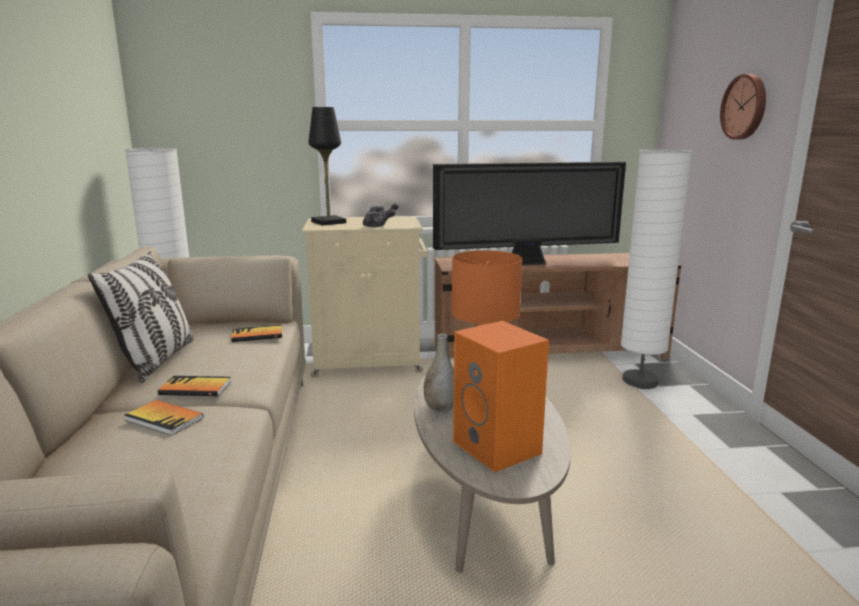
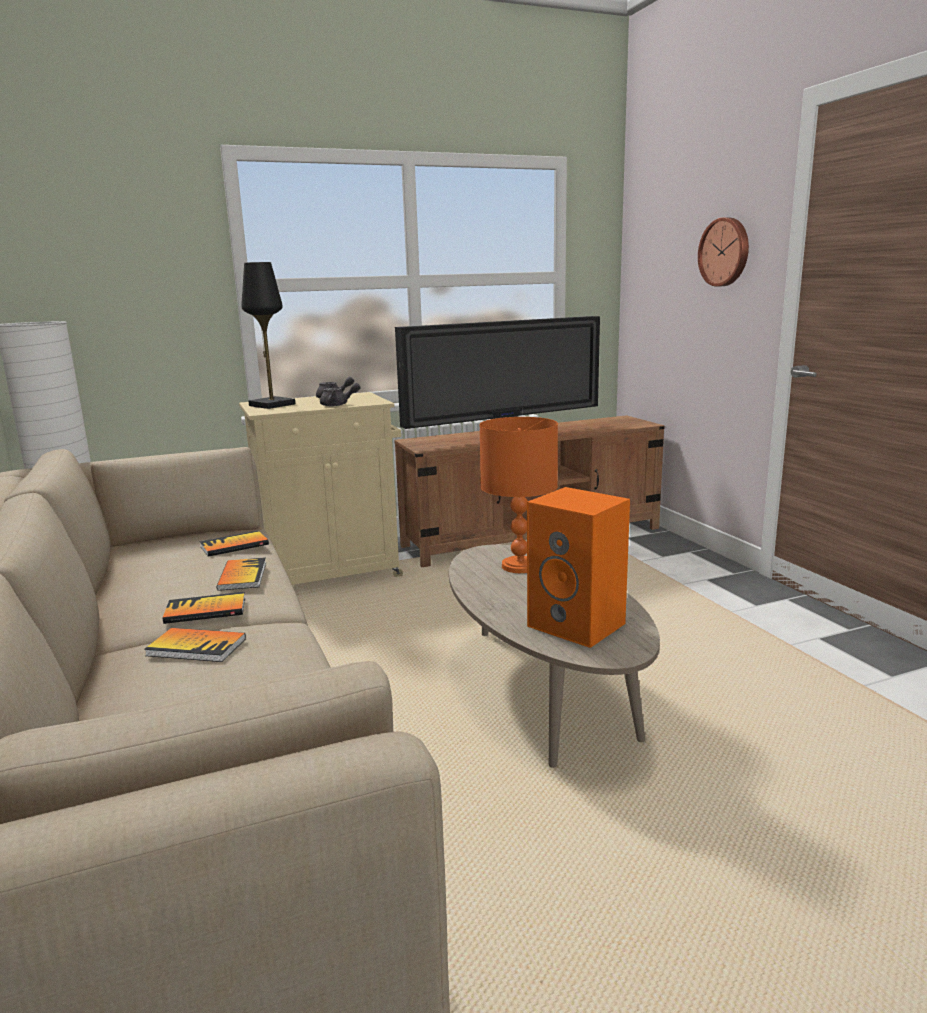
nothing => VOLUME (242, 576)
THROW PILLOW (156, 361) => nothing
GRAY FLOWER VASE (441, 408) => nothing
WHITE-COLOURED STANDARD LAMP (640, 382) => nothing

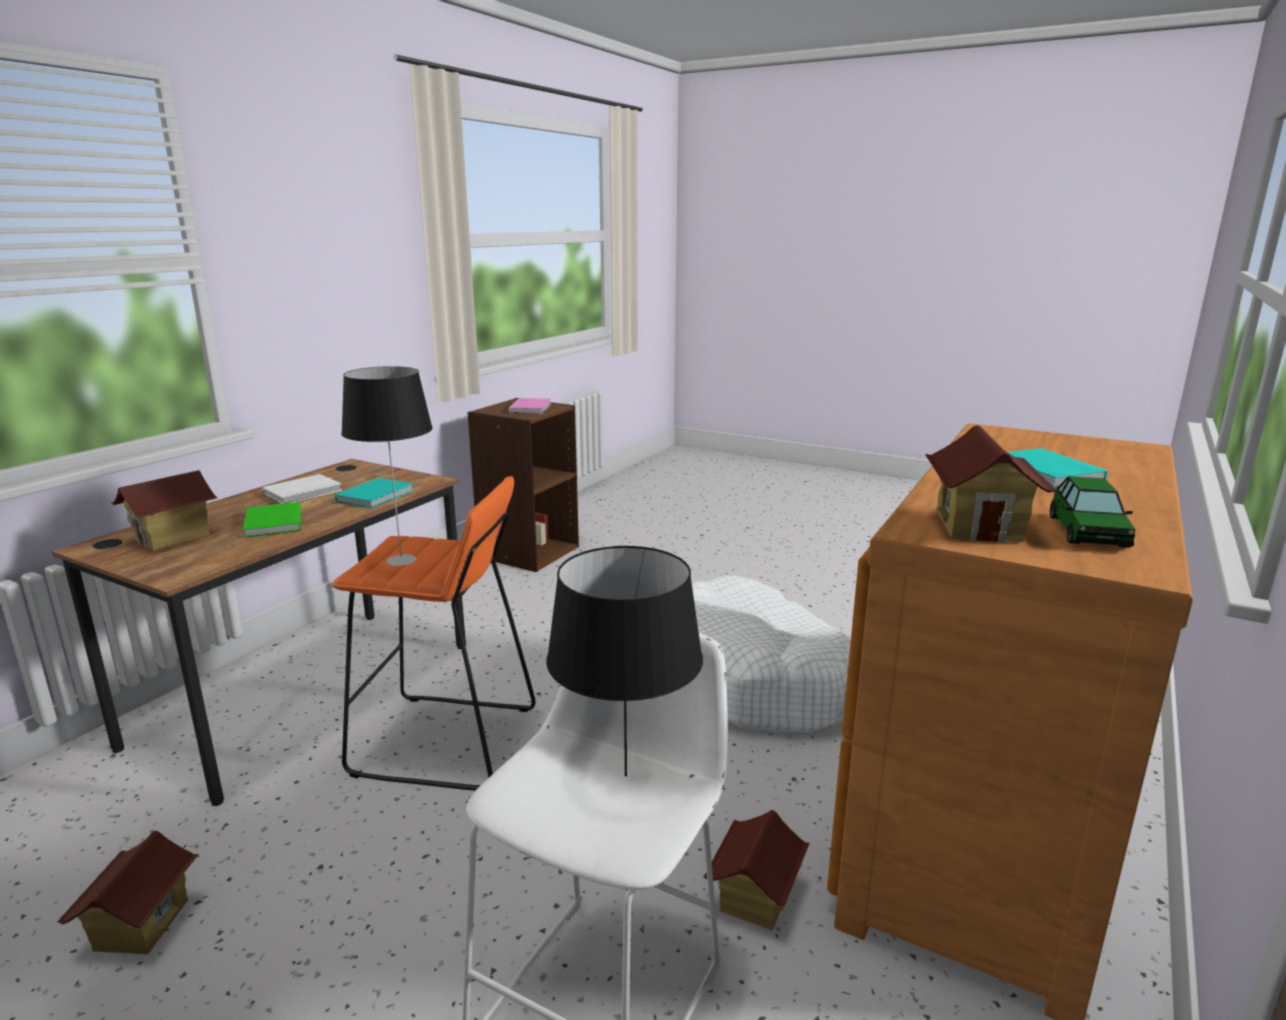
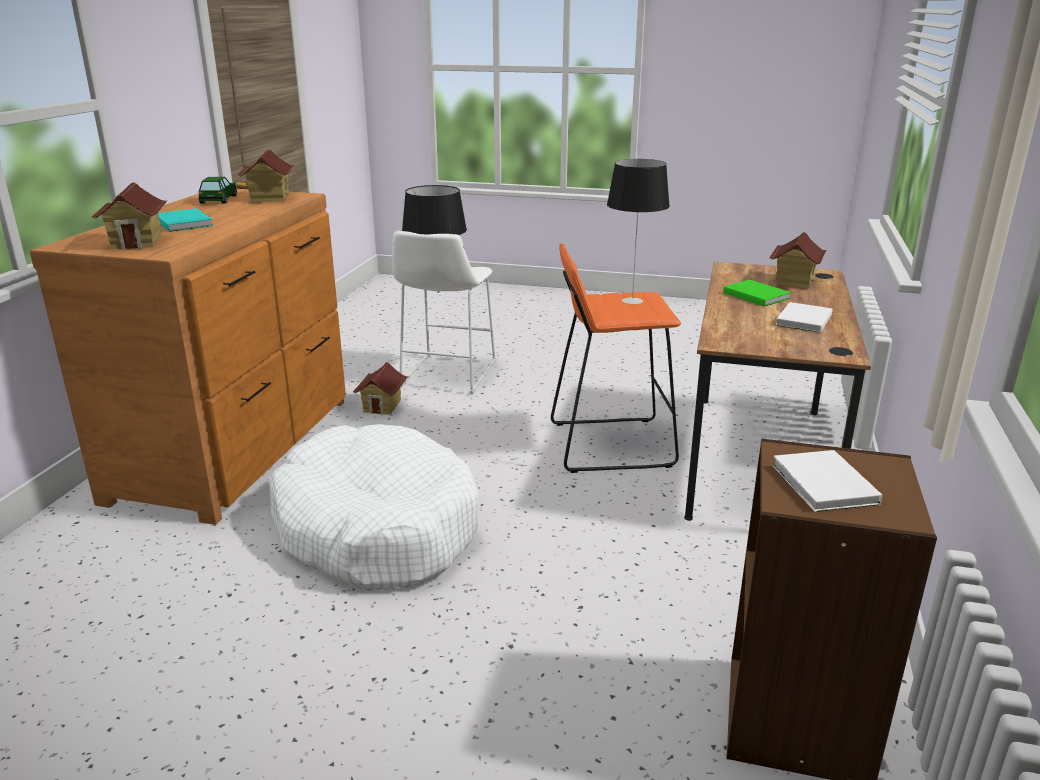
MINIATURE HOUSE (141, 925) => MINIATURE HOUSE (137, 242), move
PINK-COLOURED VOLUME (531, 408) => WHITE-COLOURED VOLUME (824, 486)
BLUE-GREEN VOLUME (377, 496) => nothing

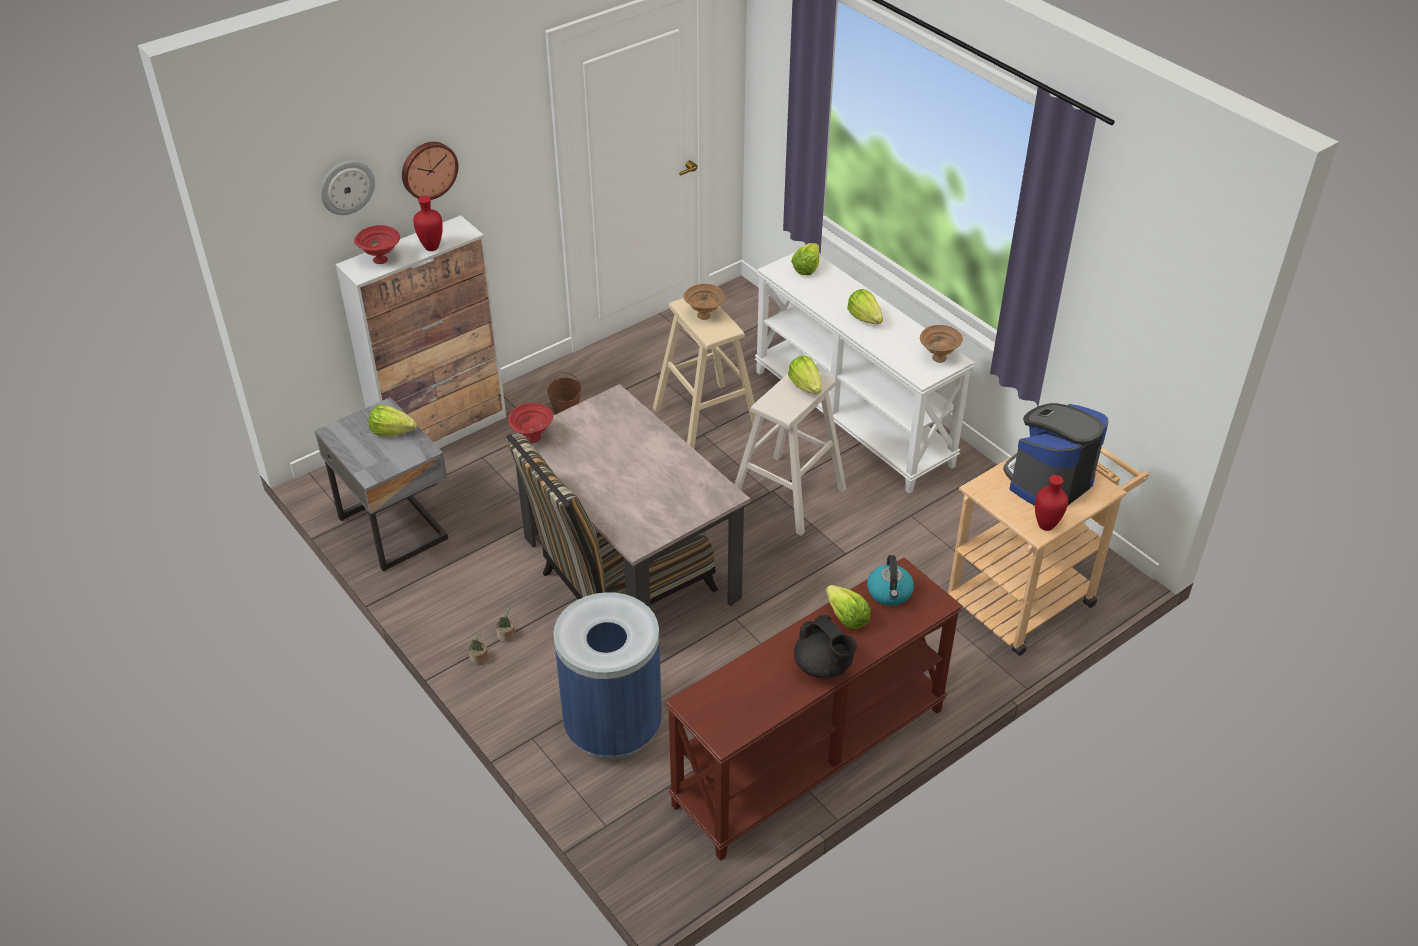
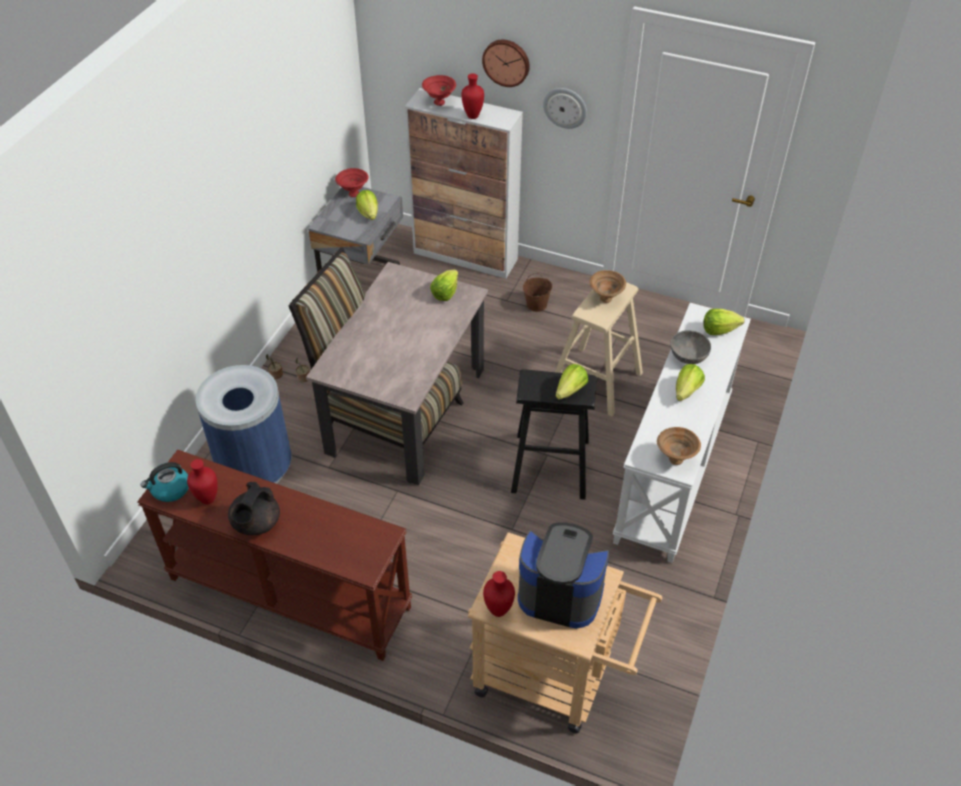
WATER KETTLE (889, 593) => WATER KETTLE (170, 489), move
nothing => REDDISH FLOWER VASE (208, 500)
REDDISH SERVING BOWL (533, 439) => REDDISH SERVING BOWL (353, 194), move
LETTUCE HEAD (846, 617) => LETTUCE HEAD (445, 293), move
BEIGE-COLOURED STOOL SEAT (788, 494) => BLACK-COLOURED STOOL SEAT (550, 466)
WALL CLOCK (347, 187) => WALL CLOCK (565, 107), move
nothing => GRAY SERVING BOWL (688, 356)

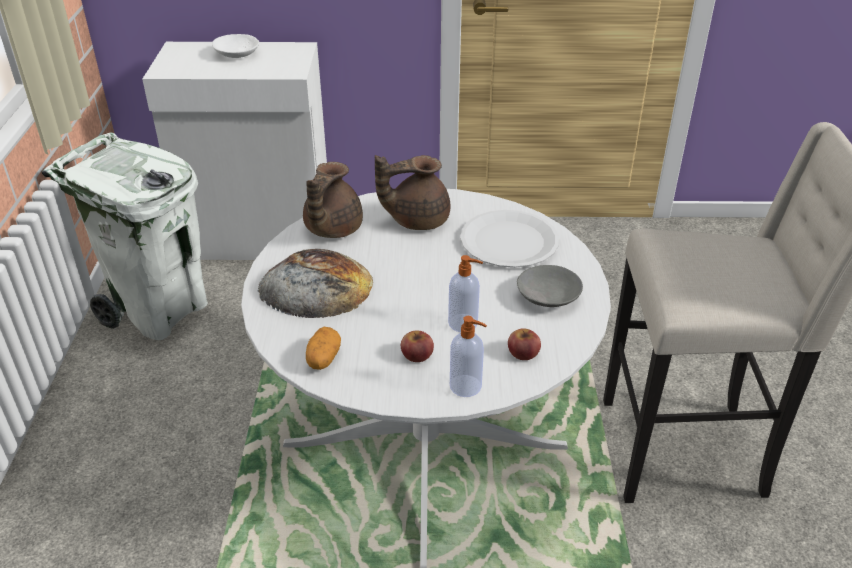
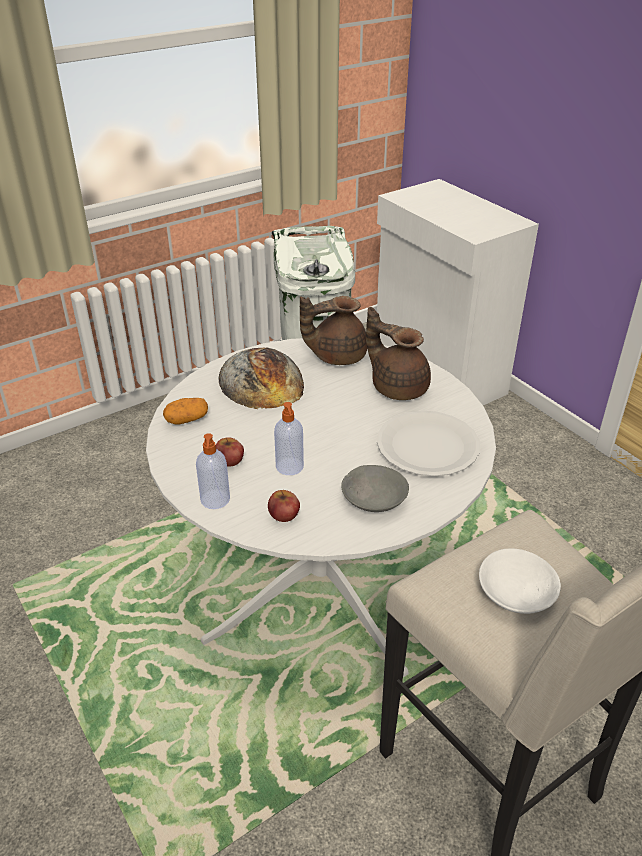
WHITE-COLOURED SERVING BOWL (237, 54) => WHITE-COLOURED SERVING BOWL (517, 593), move

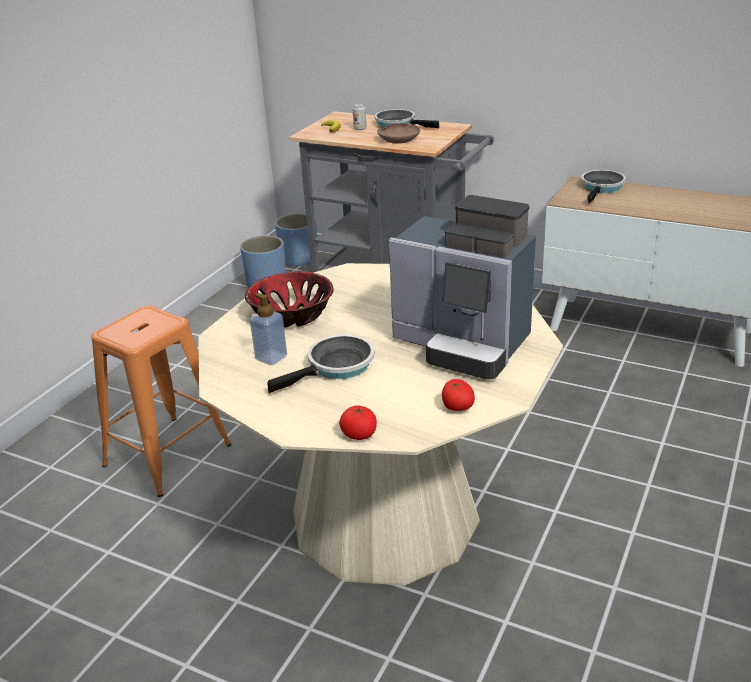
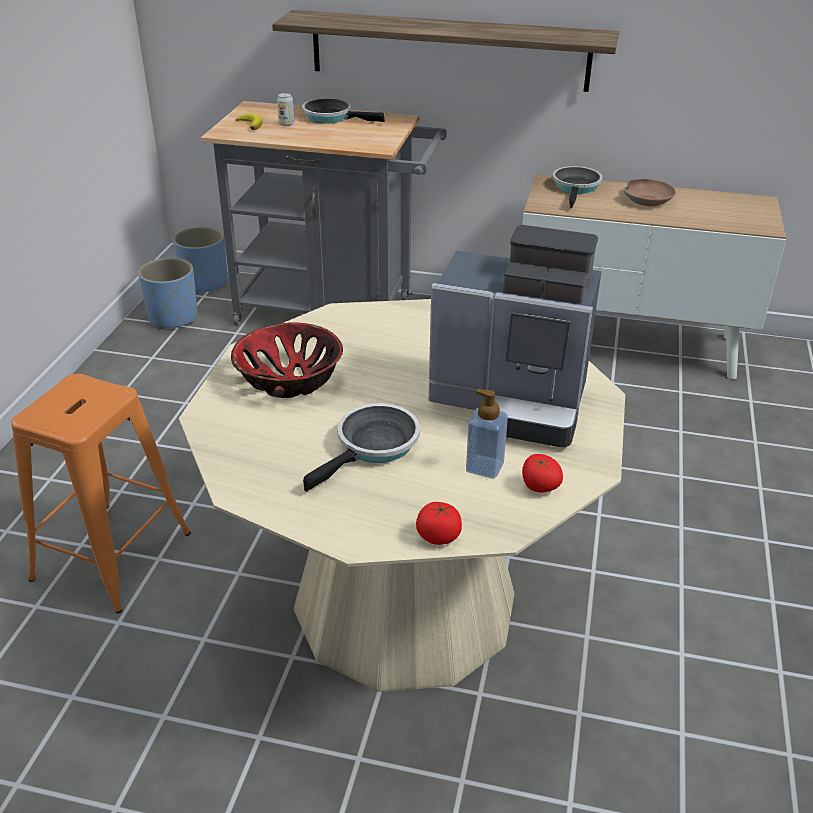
nothing => SHELF (449, 50)
SOAP BOTTLE (271, 357) => SOAP BOTTLE (484, 467), move
BROWNISH SERVING BOWL (399, 139) => BROWNISH SERVING BOWL (648, 200), move

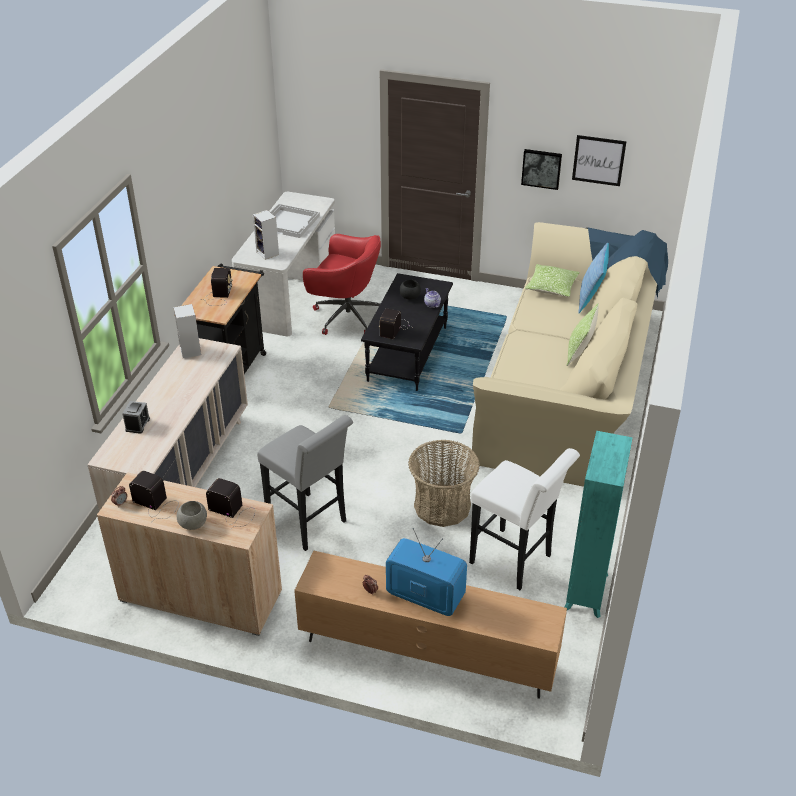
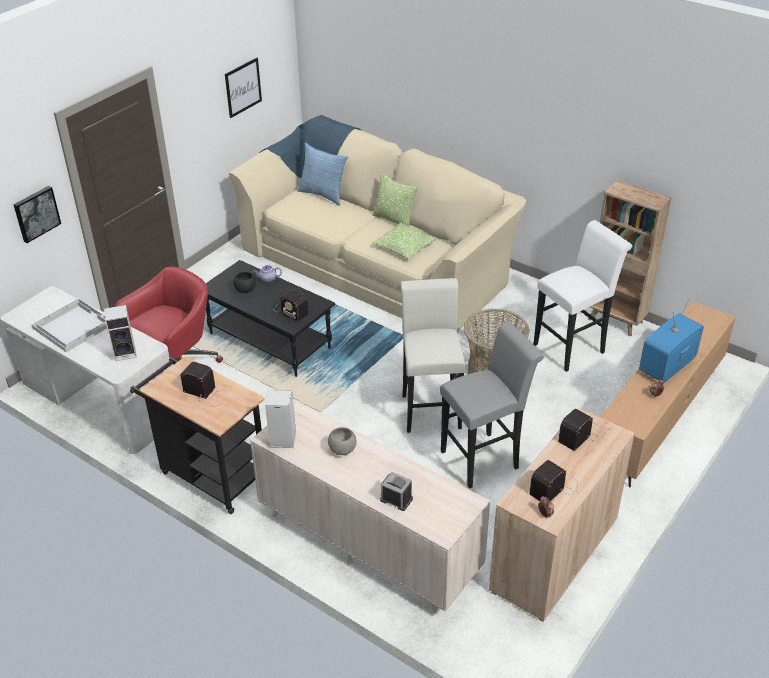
PICTURE (541, 168) => PICTURE (36, 213), move
GRAY SERVING BOWL (193, 524) => GRAY SERVING BOWL (342, 449), move
THROW PILLOW (551, 287) => THROW PILLOW (405, 247), move
nothing => WHITE-COLOURED STOOL SEAT (430, 408)
BLUE-GREEN SHELVING UNIT (585, 593) => BROWNISH SHELVING UNIT (616, 321)

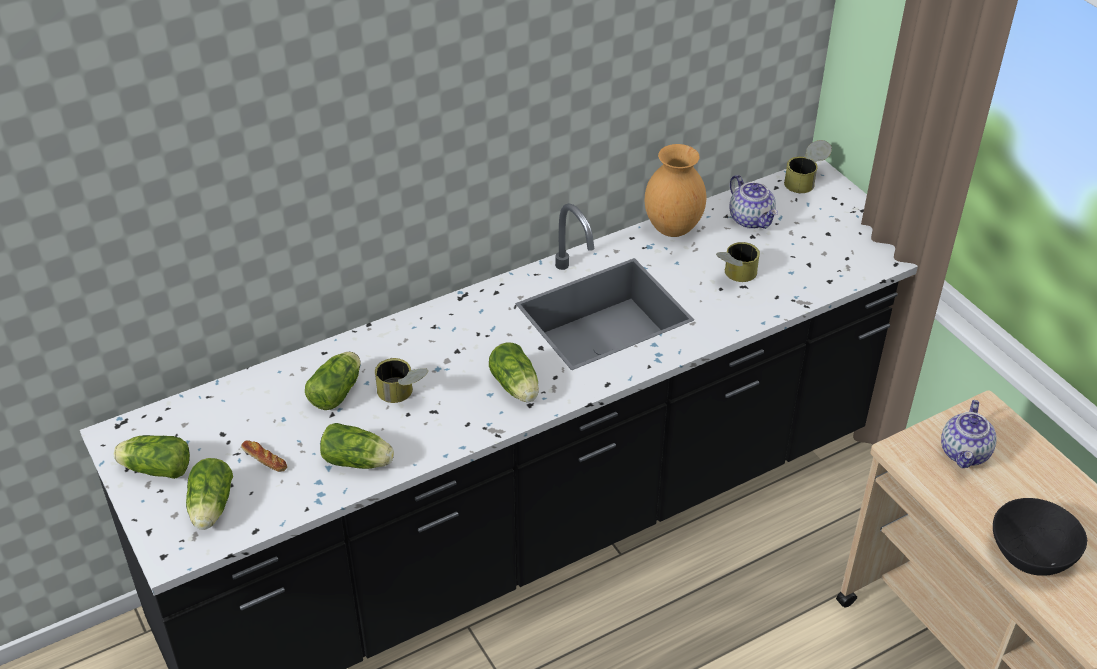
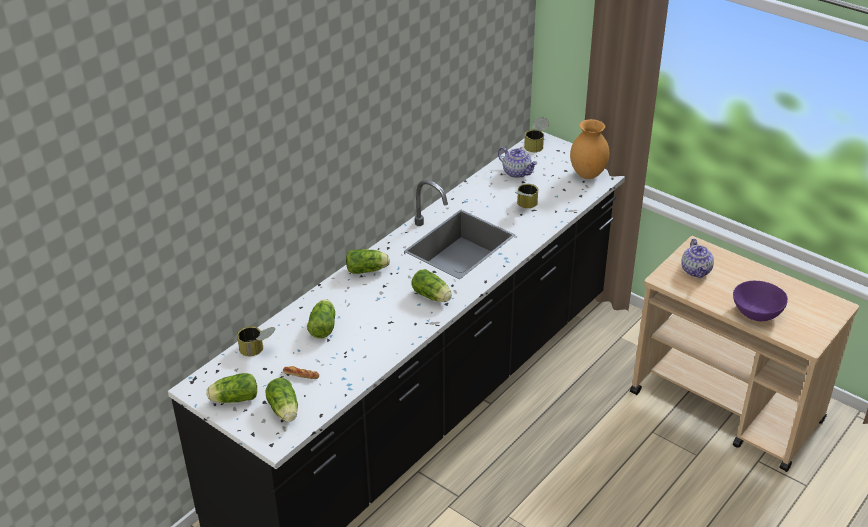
METAL CAN (403, 395) => METAL CAN (258, 349), move
LETTUCE HEAD (359, 461) => LETTUCE HEAD (368, 270), move
BROWNISH FLOWER VASE (671, 228) => BROWNISH FLOWER VASE (587, 174), move
BLACK-COLOURED SERVING BOWL (1030, 553) => PURPLISH SERVING BOWL (756, 312)

